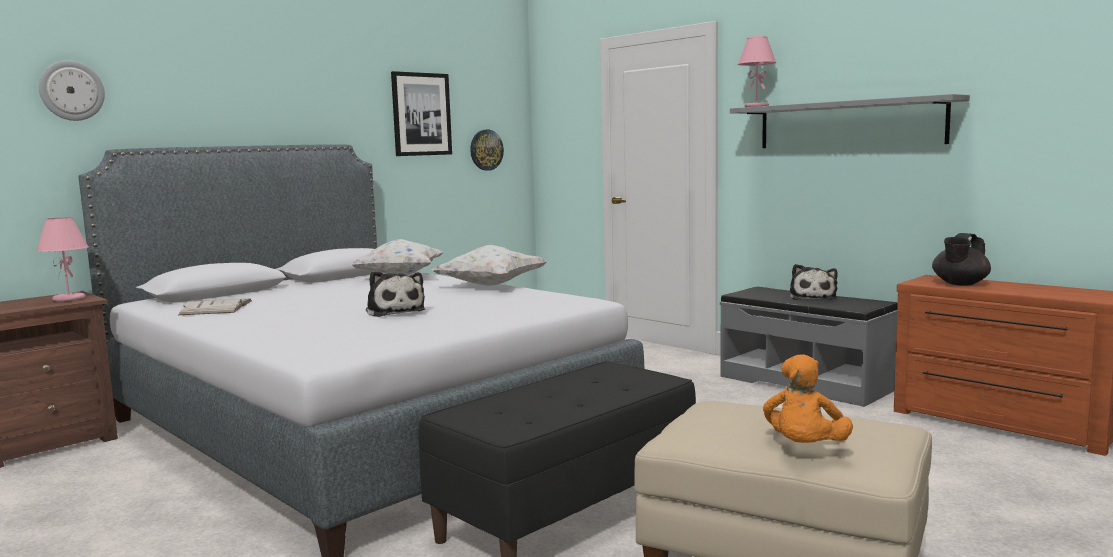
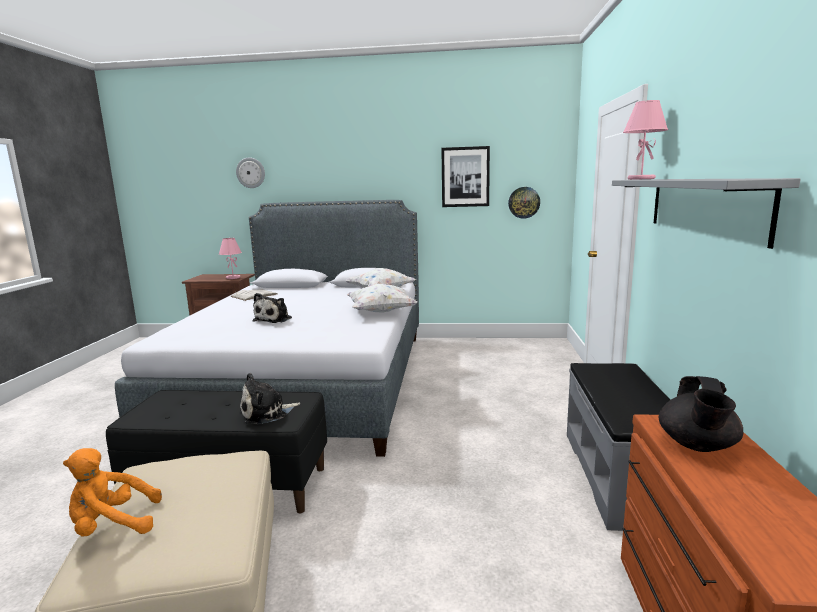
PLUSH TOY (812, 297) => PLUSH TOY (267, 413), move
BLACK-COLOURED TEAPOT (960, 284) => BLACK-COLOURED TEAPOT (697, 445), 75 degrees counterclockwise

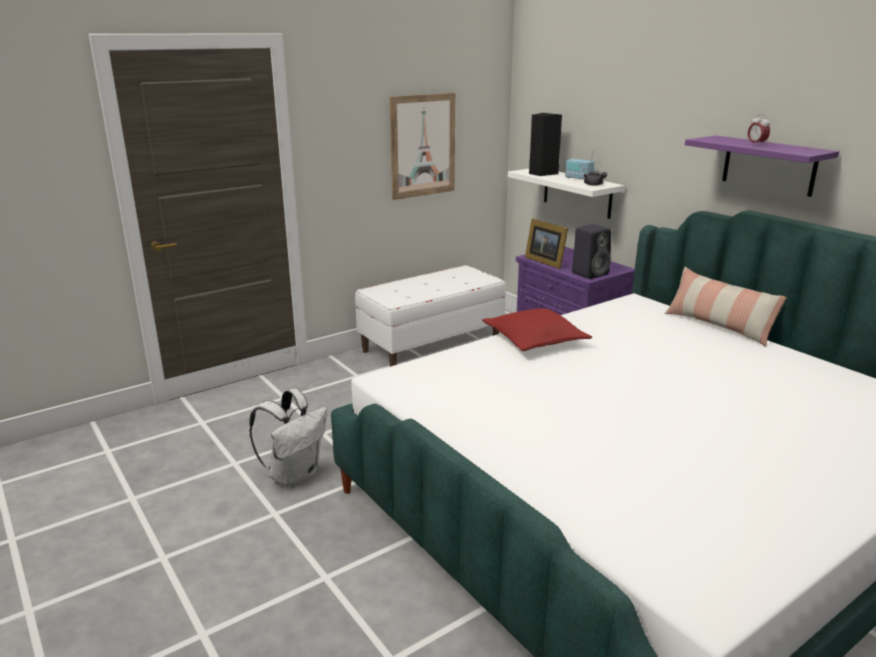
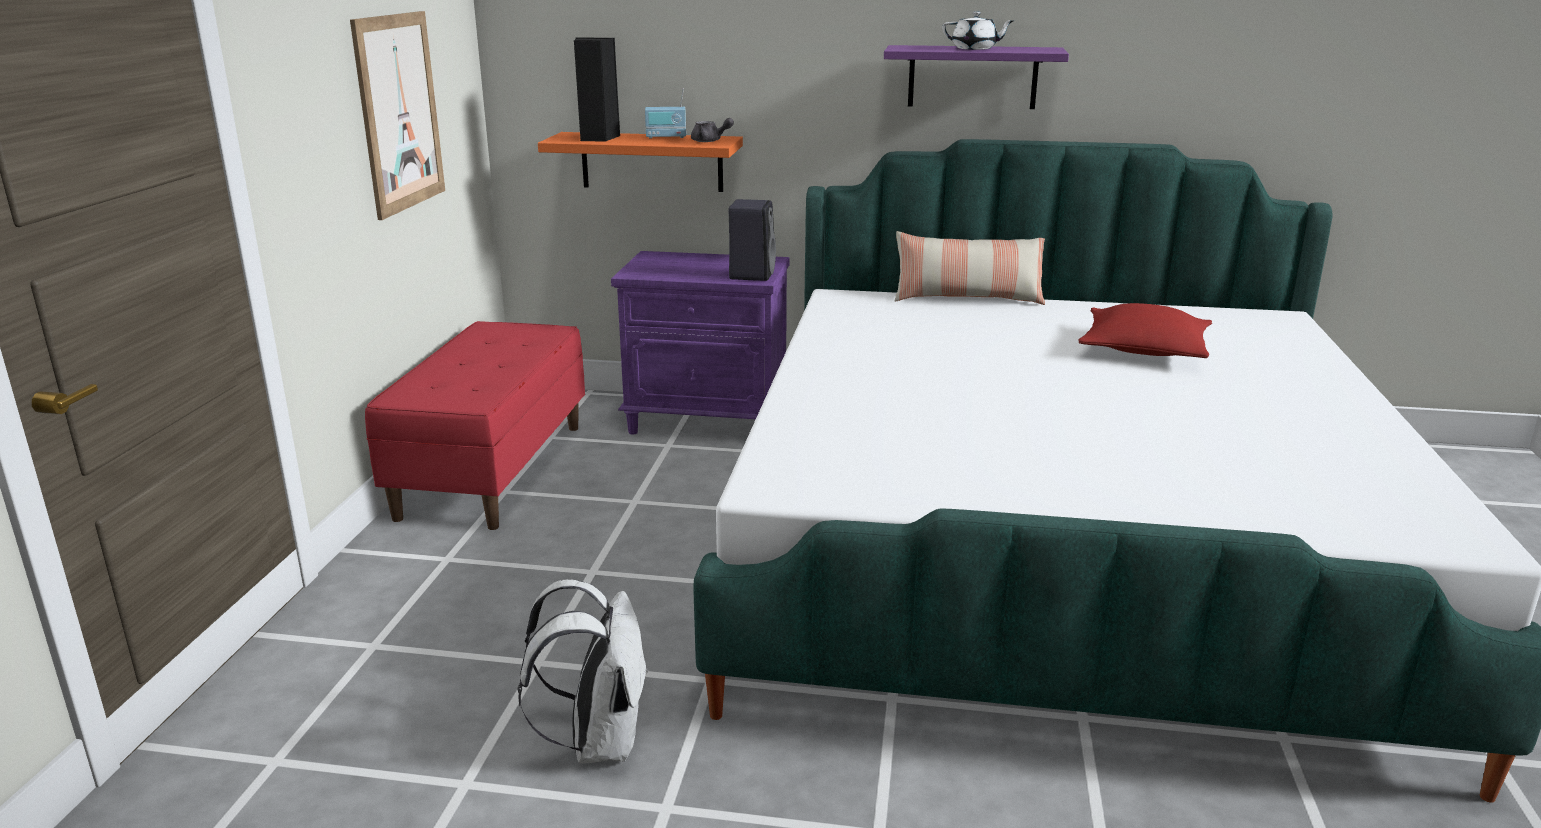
WHITE-COLOURED INDOOR BENCH (431, 344) => REDDISH INDOOR BENCH (492, 470)
WHITE-COLOURED SHELF (577, 192) => ORANGE SHELF (652, 161)
ALARM CLOCK (756, 144) => WHITE-COLOURED TEAPOT (975, 49)
REDDISH THROW PILLOW (534, 340) => REDDISH THROW PILLOW (1144, 349), move
STANDING FRAME (545, 261) => nothing

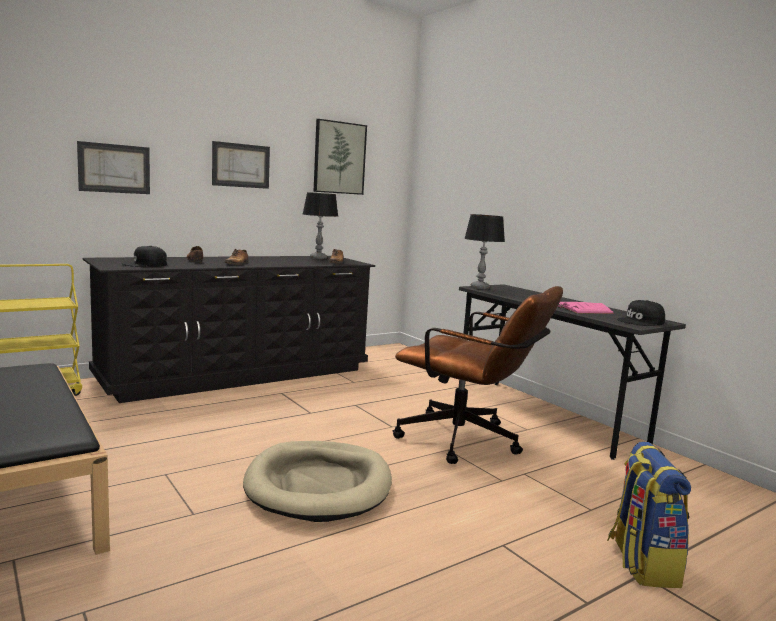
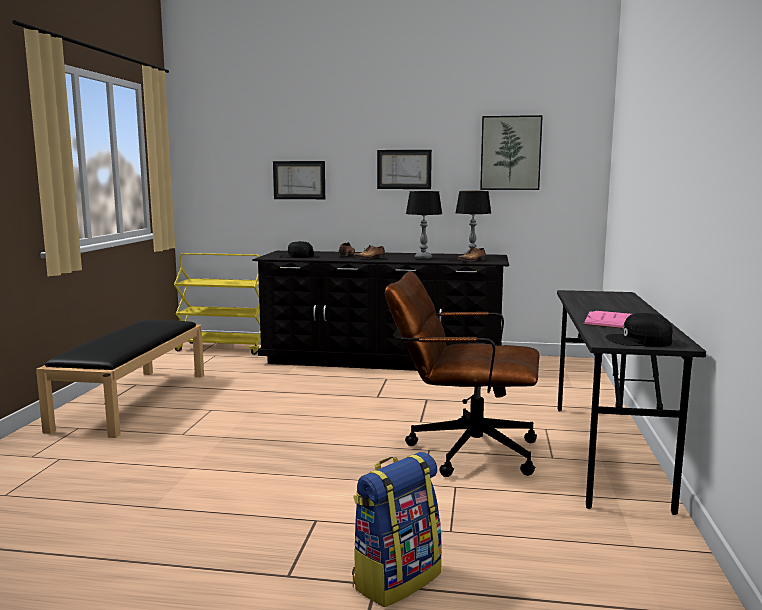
BROWNISH COMPUTER CHAIR (468, 442) => BROWNISH COMPUTER CHAIR (462, 450), 120 degrees clockwise
TABLETOP LAMP (479, 288) => TABLETOP LAMP (423, 258), move
BEIGE-COLOURED PET BED (319, 485) => nothing

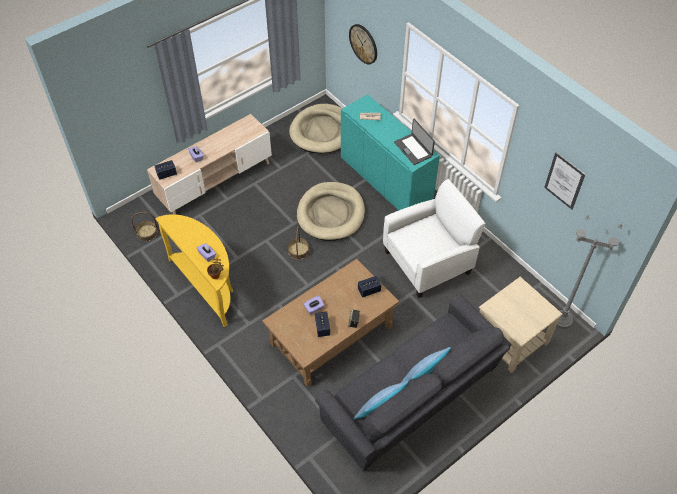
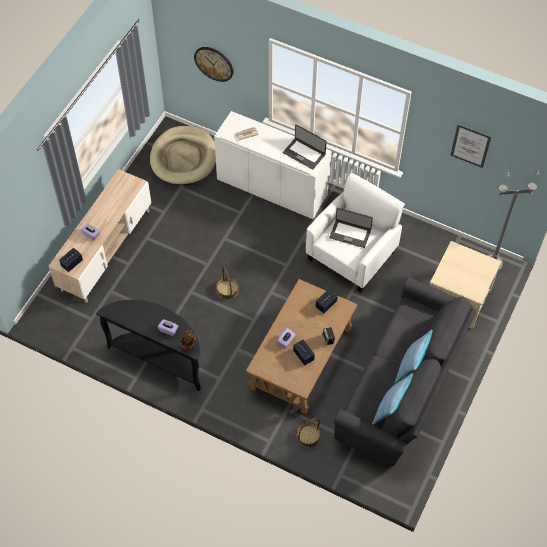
YELLOW-COLOURED HALL TABLE (207, 286) => BLACK-COLOURED HALL TABLE (160, 358)
BLUE-GREEN CUPBOARD (385, 180) => WHITE-COLOURED CUPBOARD (272, 187)
BASKET (147, 233) => BASKET (308, 436), move
nothing => PORTABLE COMPUTER (350, 233)
BEIGE-COLOURED PET BED (331, 213) => nothing

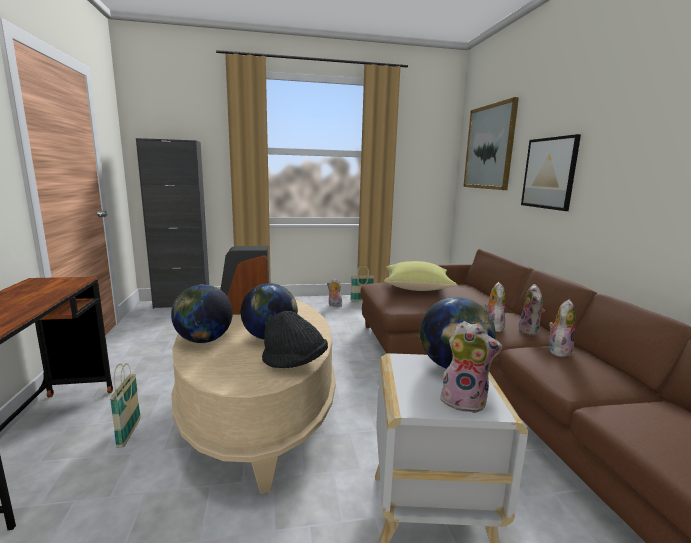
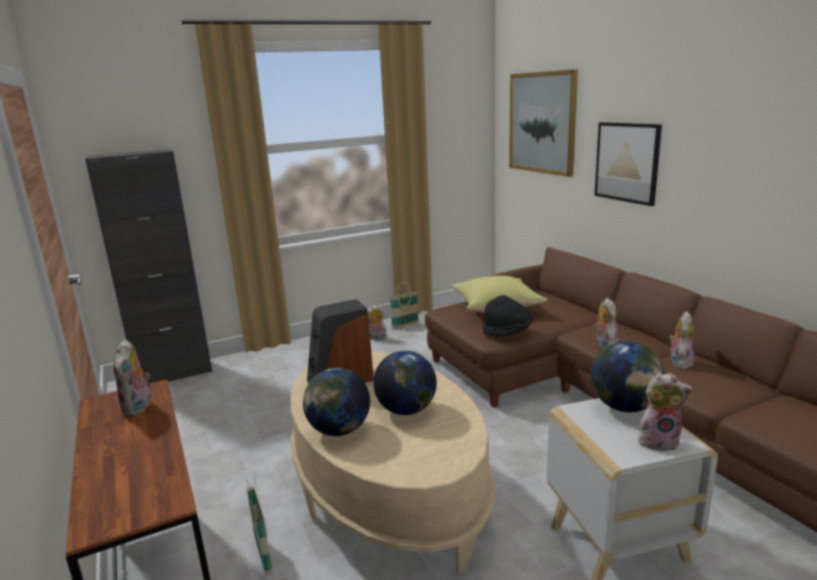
PLUSH TOY (530, 331) => PLUSH TOY (139, 408), move
BLACK-COLOURED CLOTHING HAT (294, 363) => BLACK-COLOURED CLOTHING HAT (508, 332), move

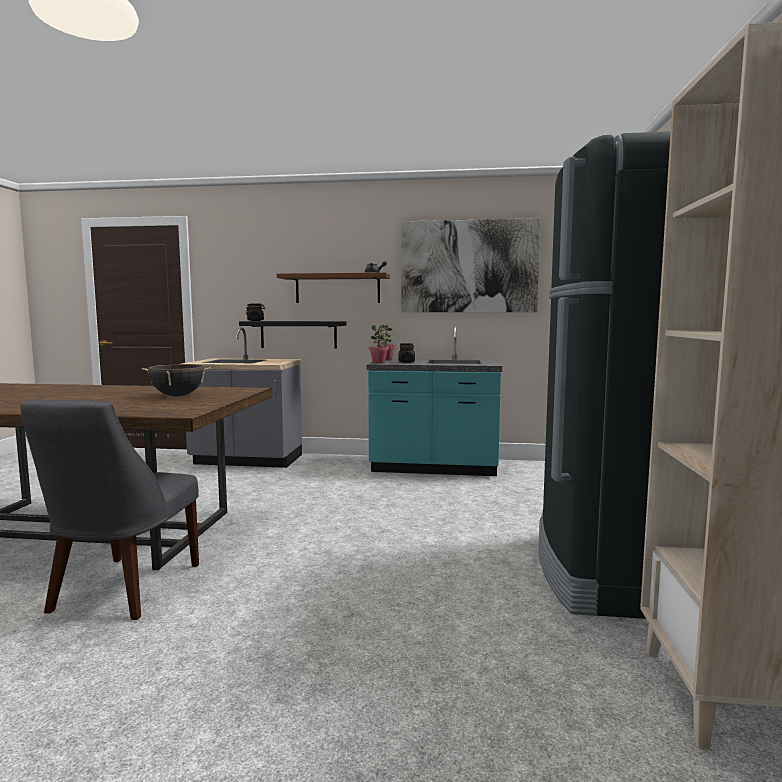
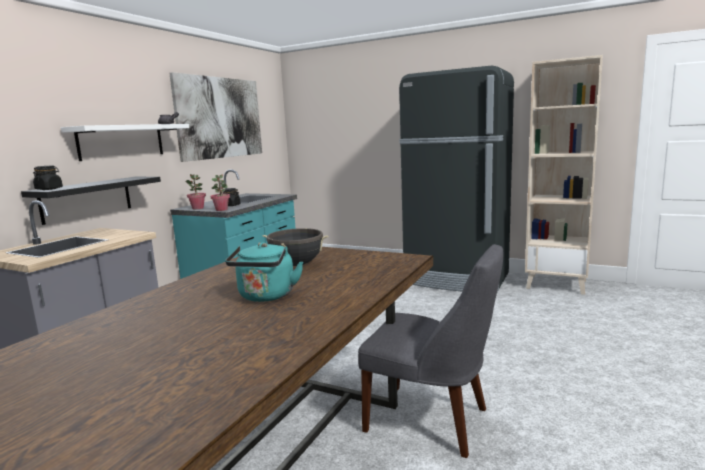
BROWNISH SHELF (337, 289) => WHITE-COLOURED SHELF (121, 141)
nothing => BLUE-GREEN WATER KETTLE (266, 297)

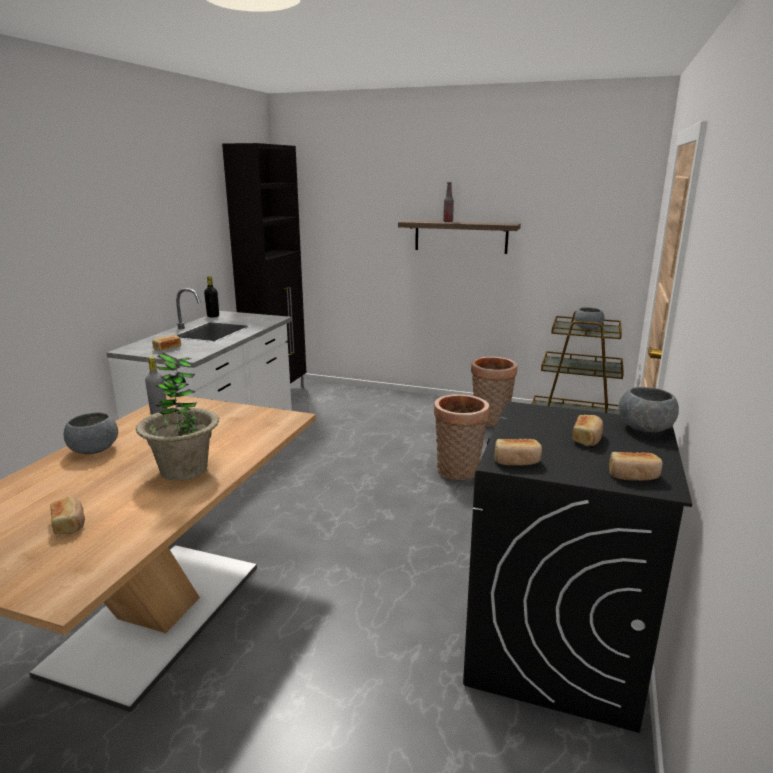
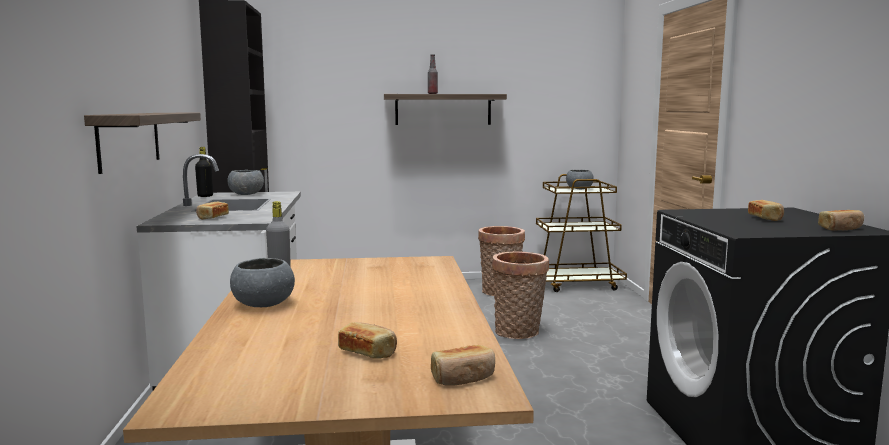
nothing => SHELF (129, 139)
GRAY SERVING BOWL (645, 428) => GRAY SERVING BOWL (246, 194), move
BAKED BREAD (516, 461) => BAKED BREAD (463, 378), move
PLANT IN A POT (184, 469) => nothing

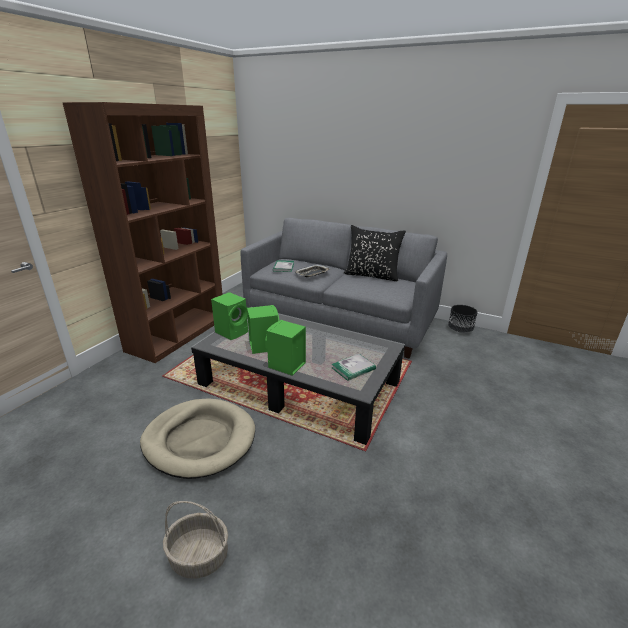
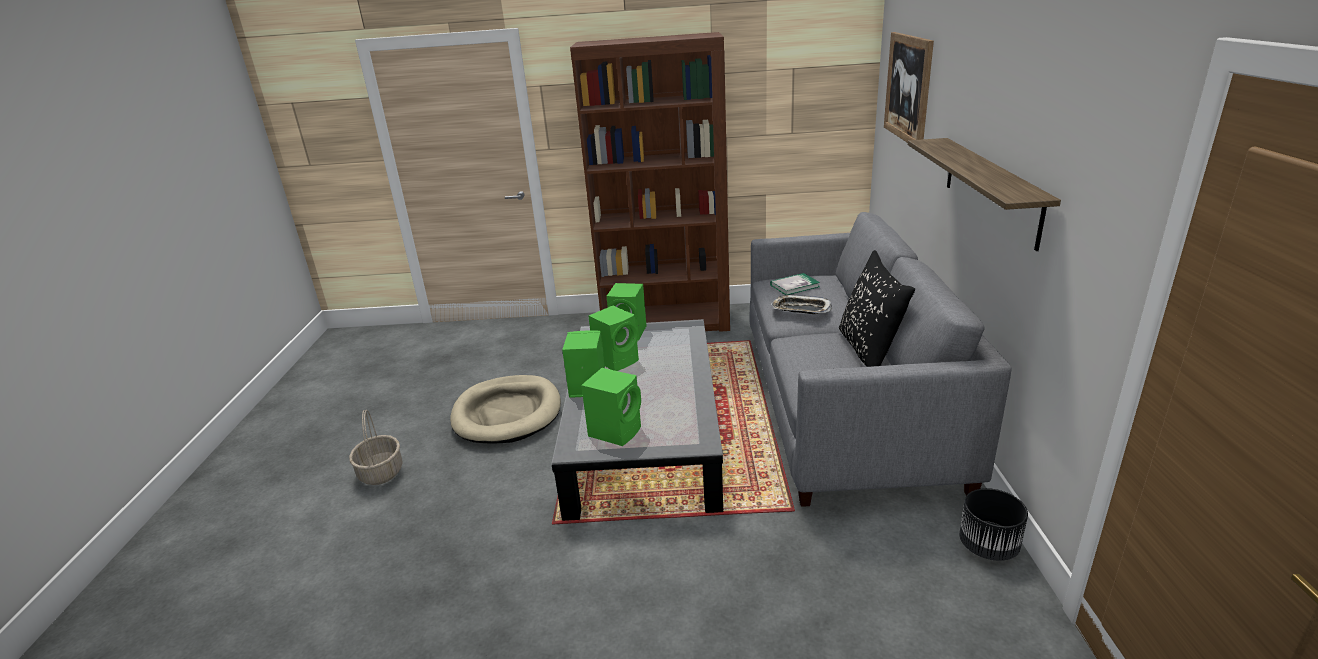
VOLUME (353, 368) => GREEN-COLOURED SPEAKER (616, 431)
nothing => PICTURE (908, 88)
nothing => SHELF (991, 189)

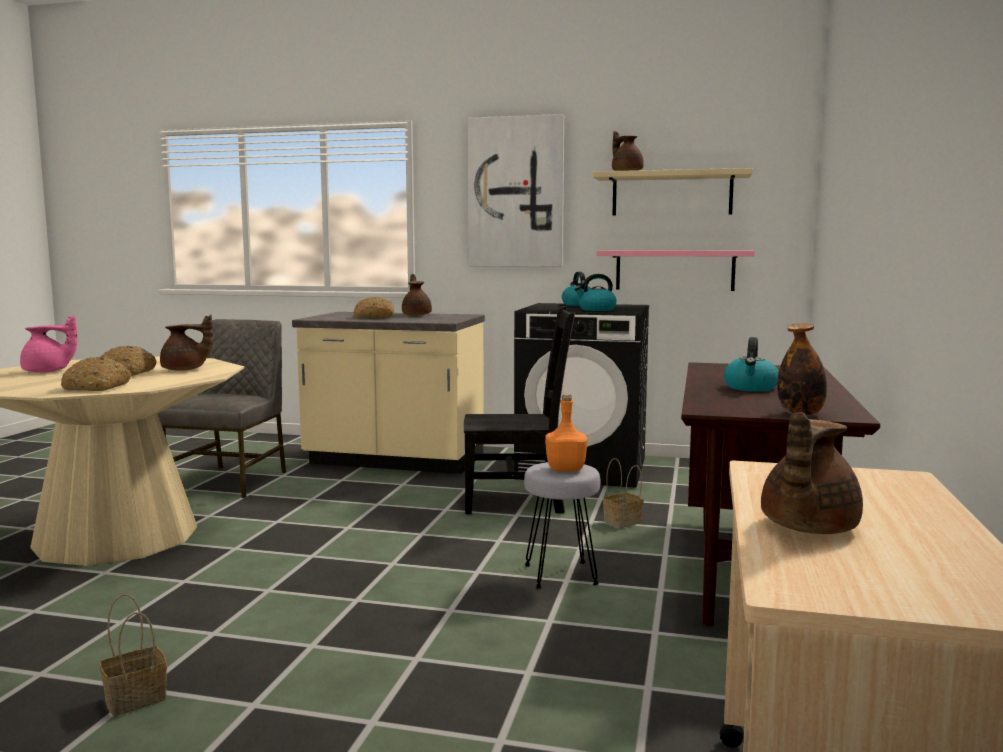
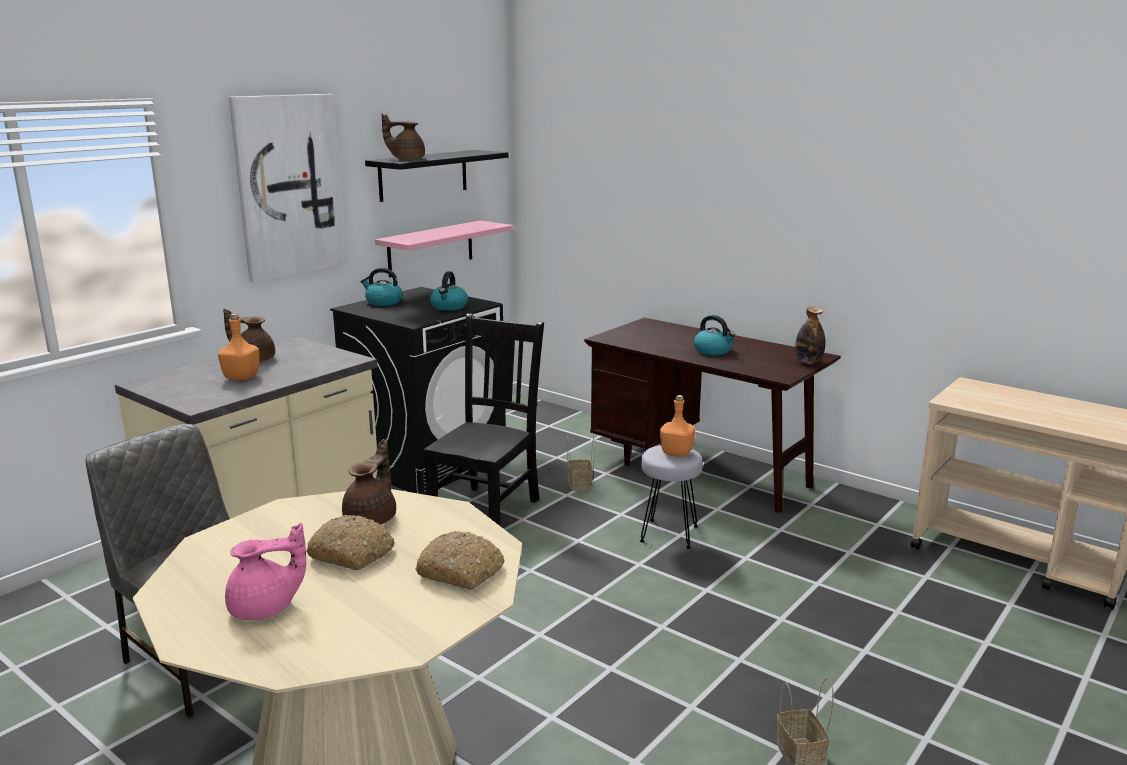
BAKED BREAD (374, 317) => ORANGE DRINK BOTTLE (241, 378)
PINK-COLOURED TEAPOT (48, 371) => PINK-COLOURED TEAPOT (265, 609), 60 degrees clockwise
BEIGE-COLOURED SHELF (672, 194) => BLACK-COLOURED SHELF (423, 175)
BROWNISH TEAPOT (806, 528) => nothing

